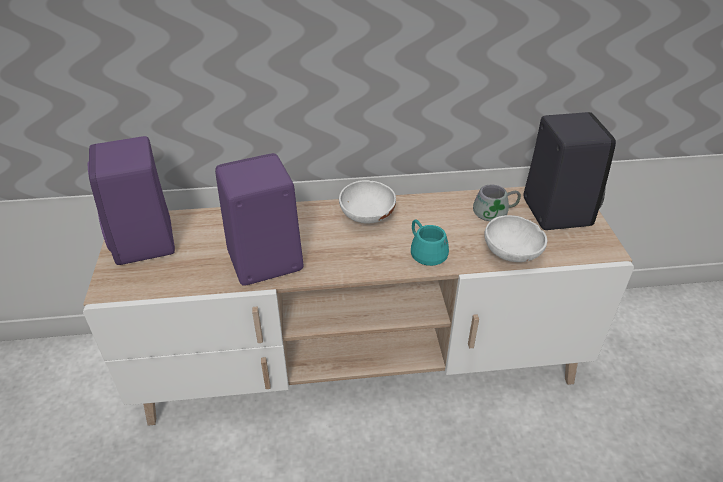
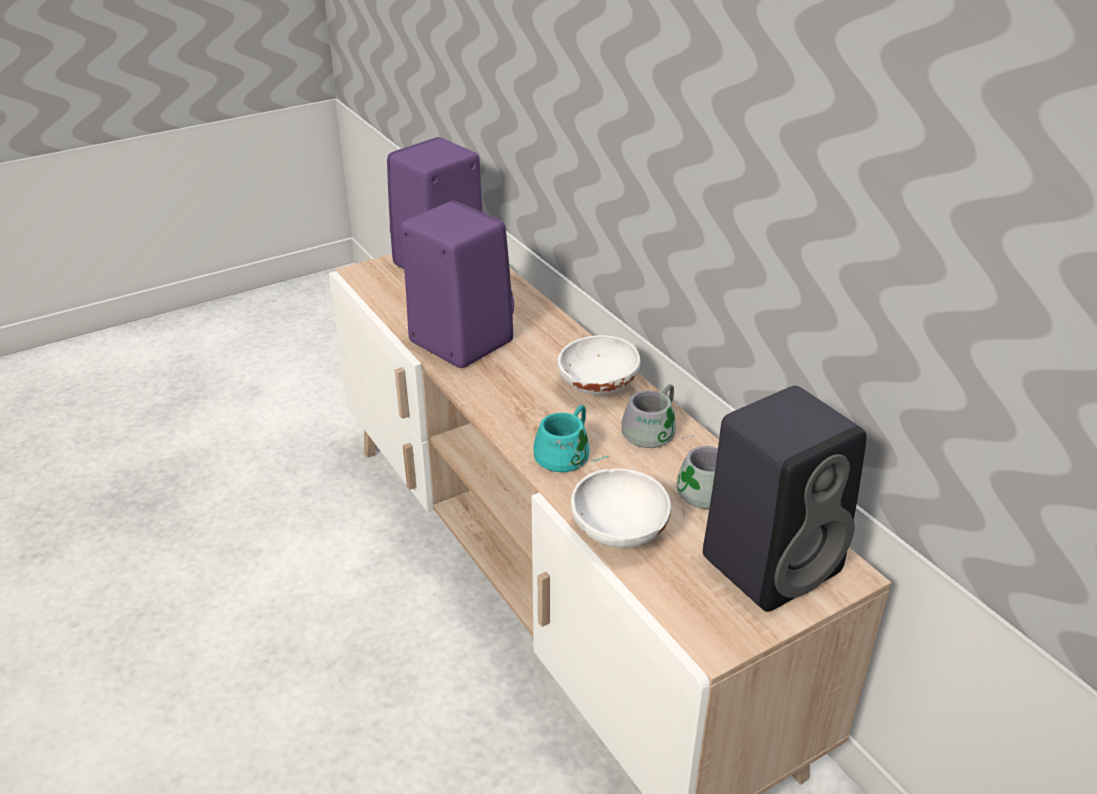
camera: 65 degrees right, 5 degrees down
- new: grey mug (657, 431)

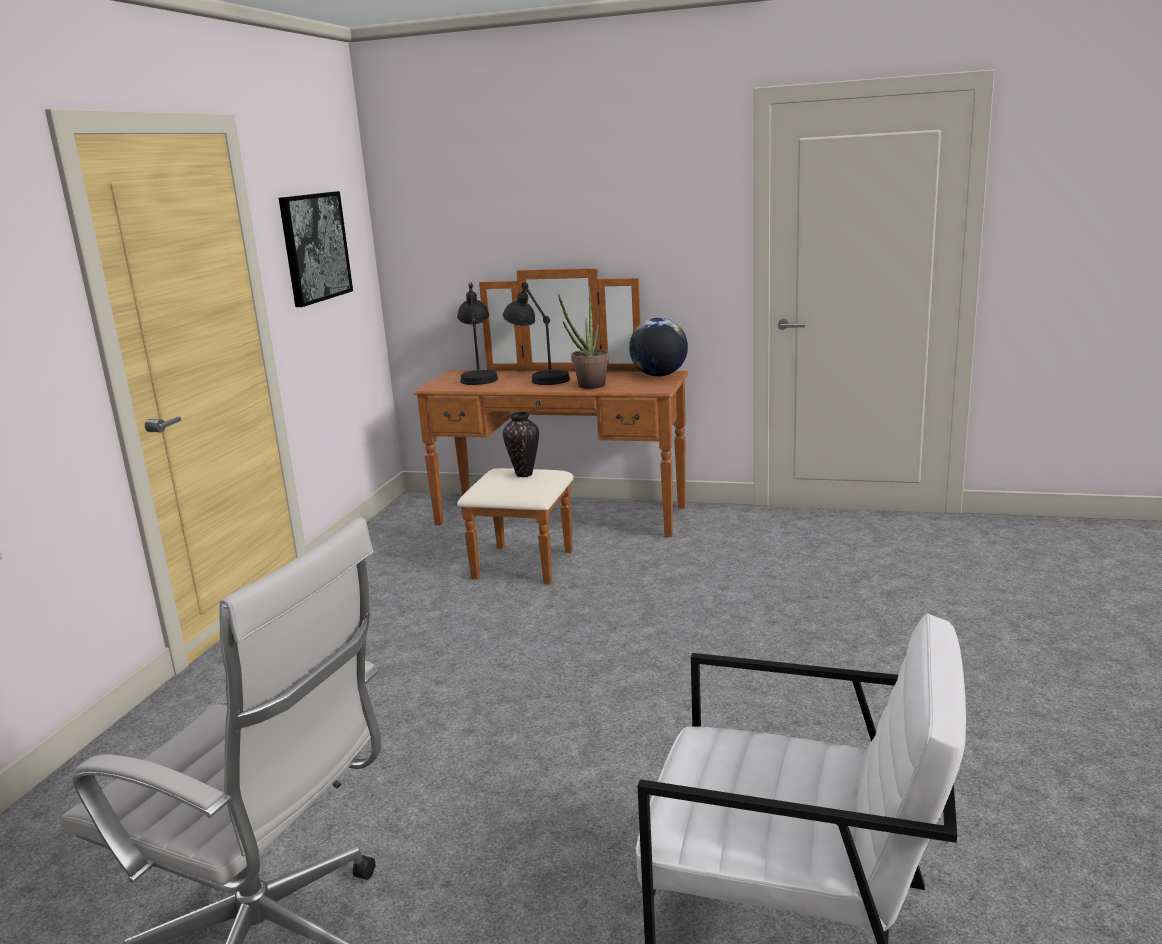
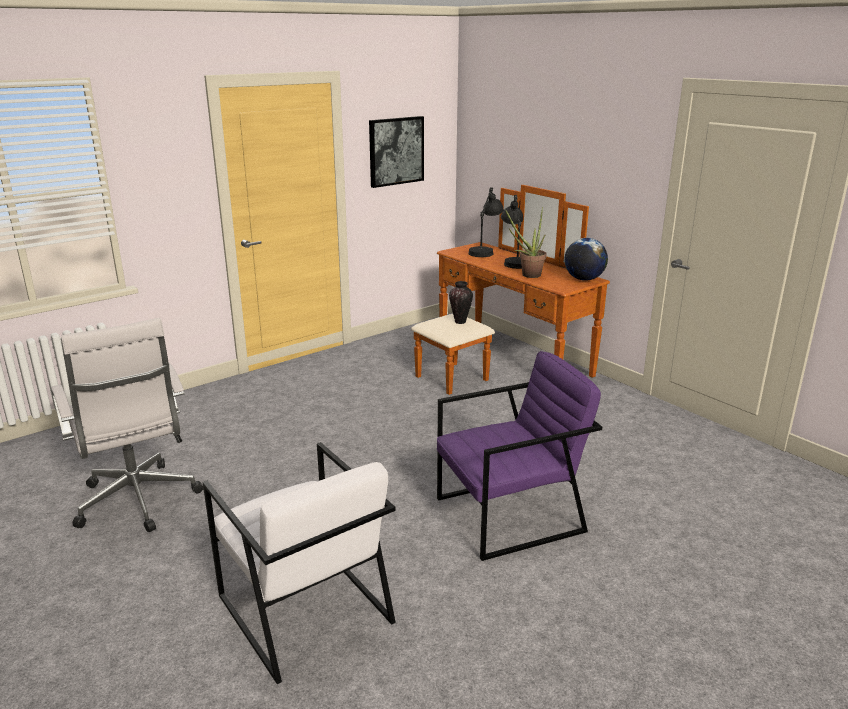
camera: 35 degrees right, 5 degrees up
- new: purple armchair (510, 515)

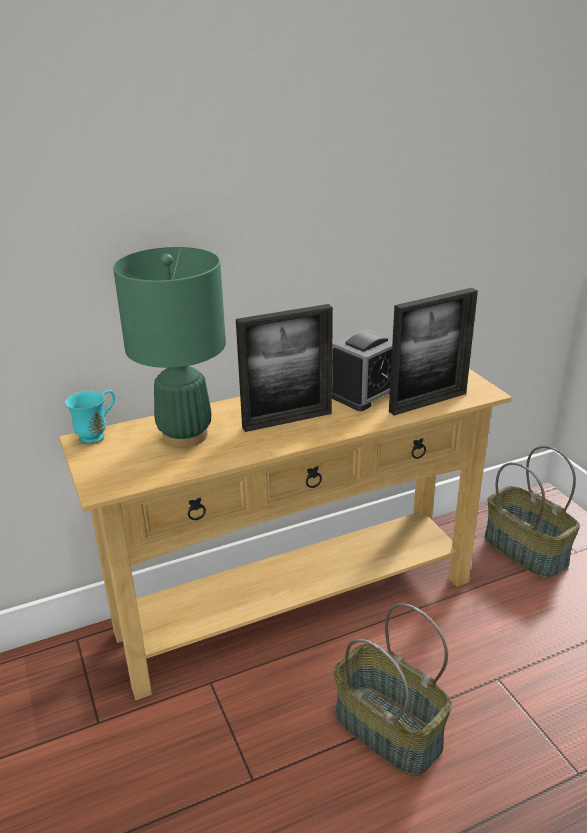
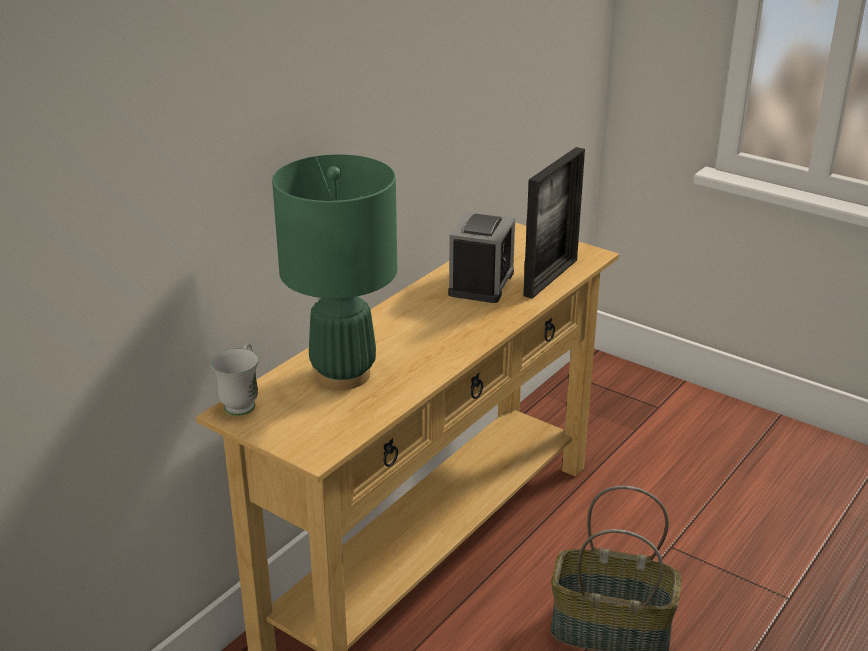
camera: 30 degrees left, 0 degrees up
- gone: picture frame (287, 420)
- repainted: turquoise mug (97, 435) to white mug (242, 402)
- gone: basket (527, 550)

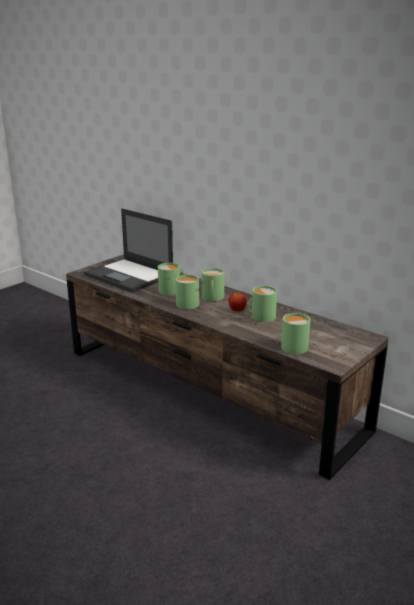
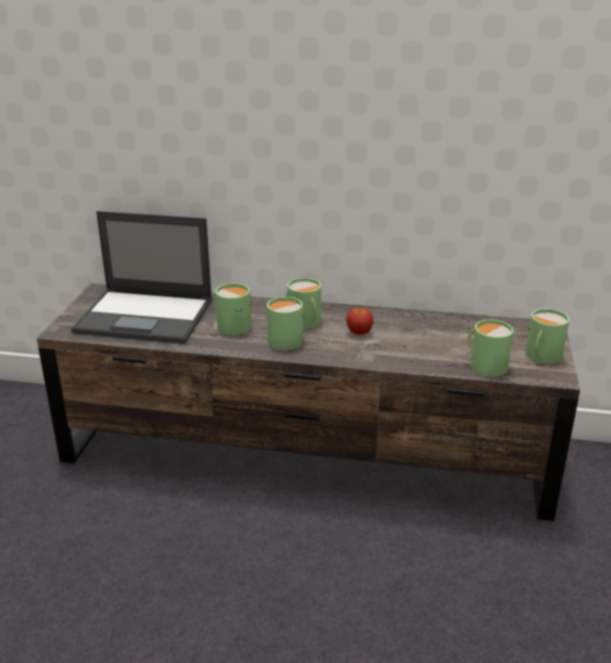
camera: 30 degrees left, 5 degrees up
- shifted: green mug (260, 317) to (541, 356)

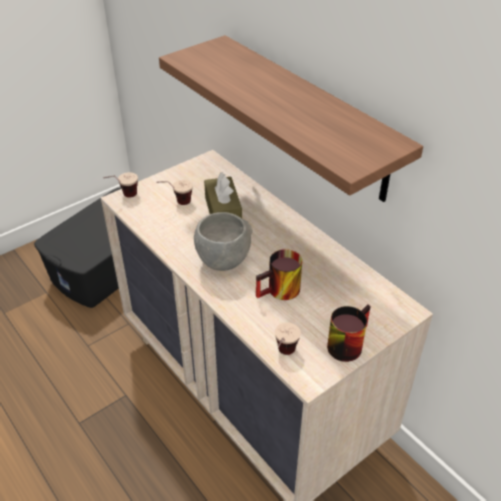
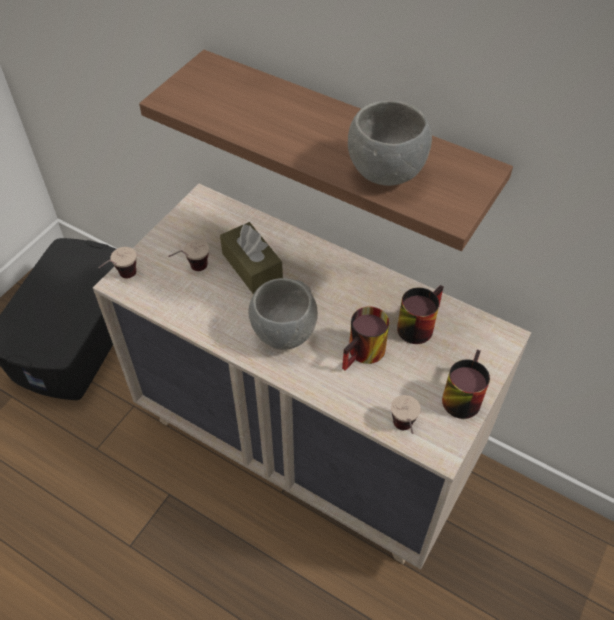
camera: 20 degrees left, 10 degrees up
- new: grey bowl (385, 173)
- new: mug (416, 323)

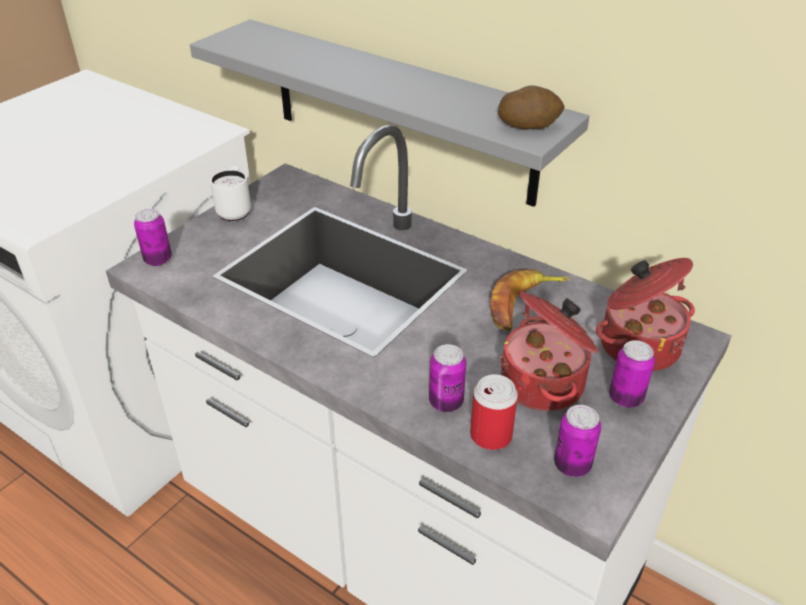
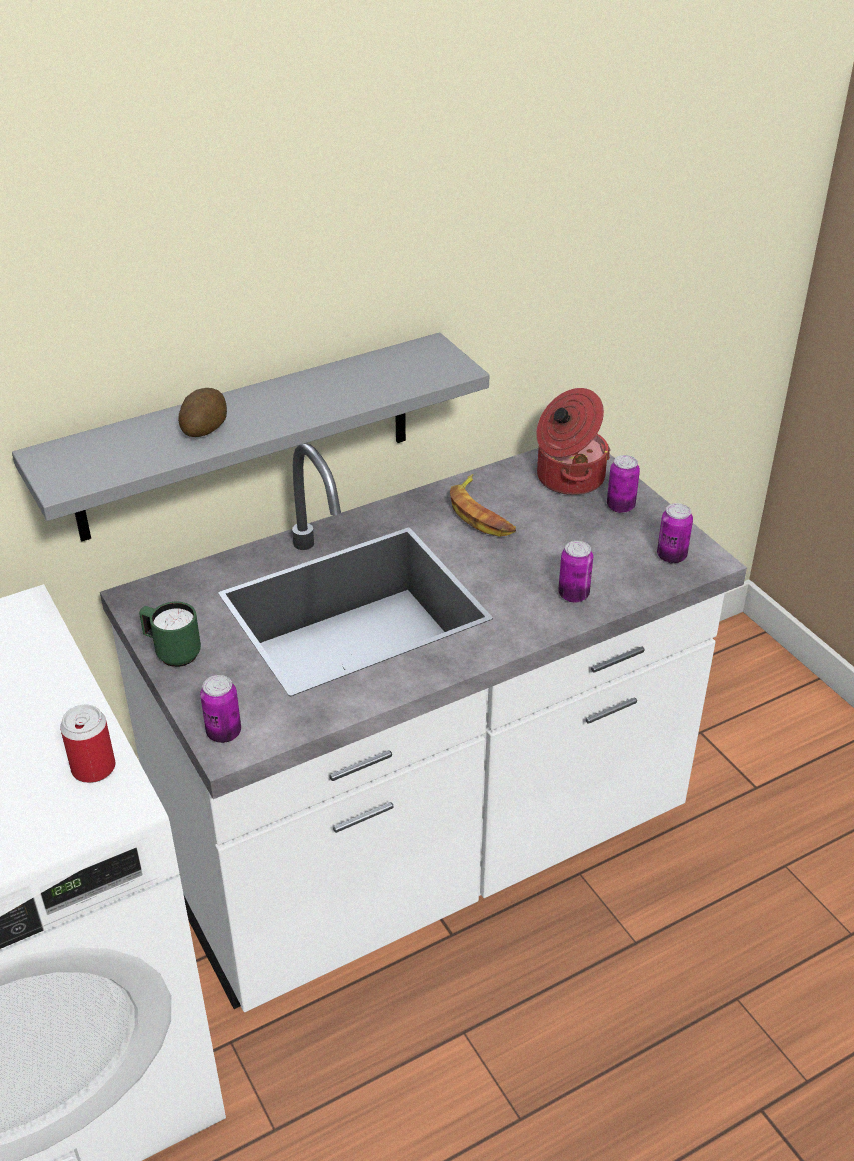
camera: 65 degrees left, 0 degrees up
- shifted: potato (528, 125) to (204, 427)
- repainted: white mug (235, 210) to green mug (172, 653)
- gone: cooking pot (544, 384)
- shifted: can (491, 435) to (93, 768)

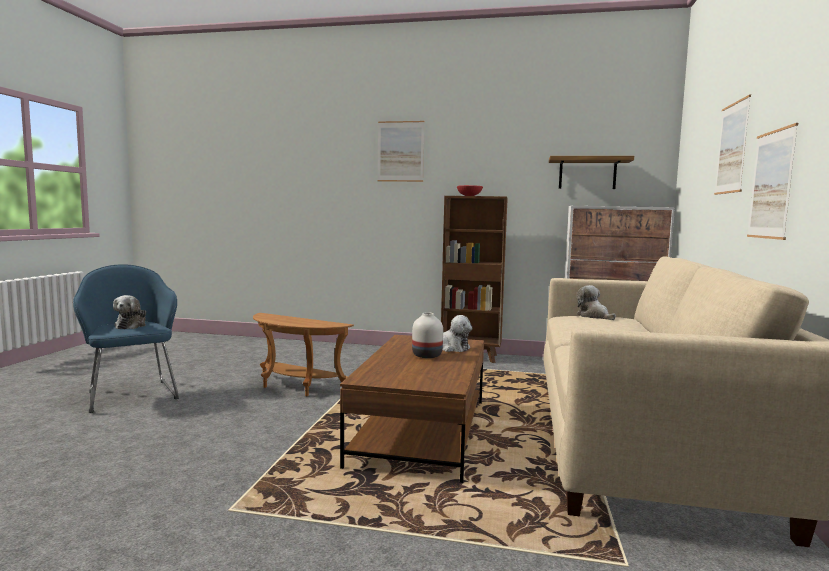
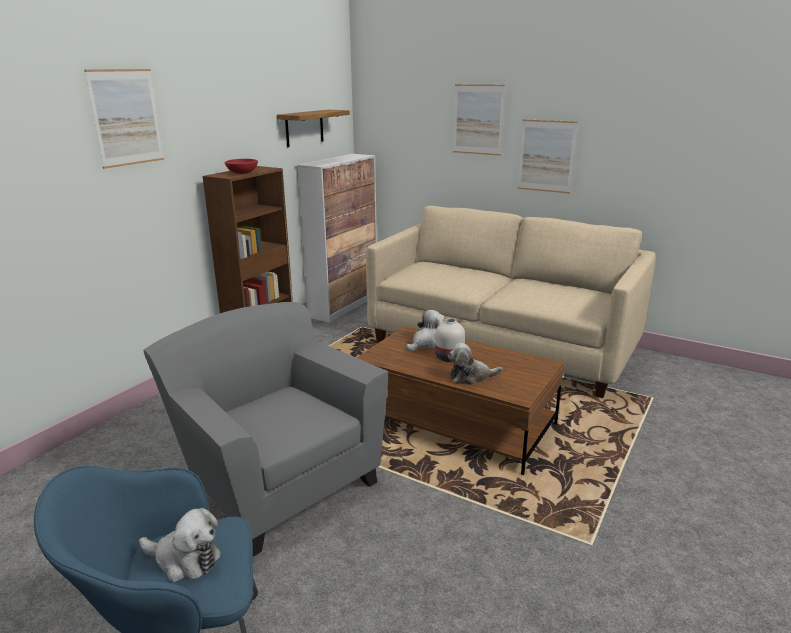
camera: 70 degrees left, 15 degrees up
- shifted: plush toy (594, 316) to (471, 377)
- swapped: brown side table (295, 387) to grey armchair (278, 483)

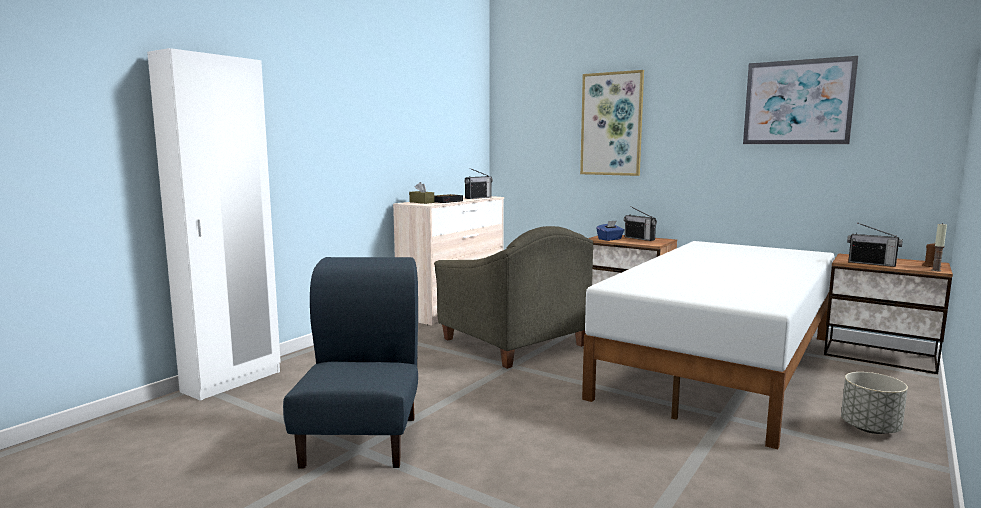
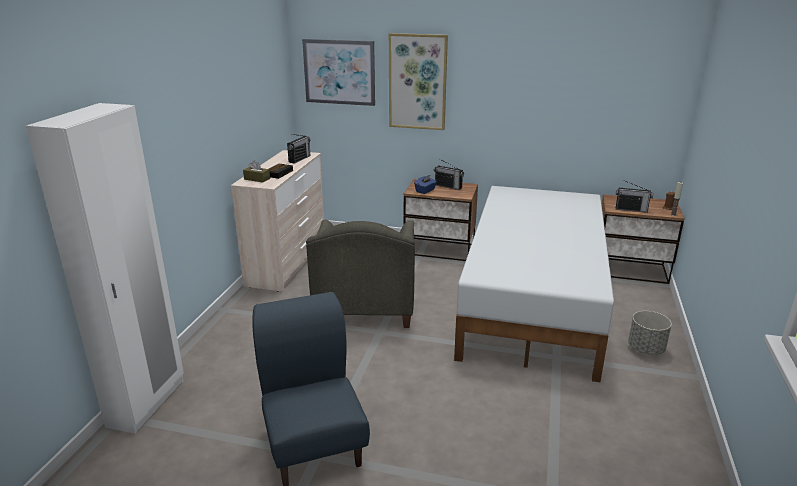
camera: 20 degrees left, 15 degrees up
- shifted: picture (797, 102) to (339, 72)
- rotated: grey armchair (511, 343) = (365, 303) 60 degrees clockwise

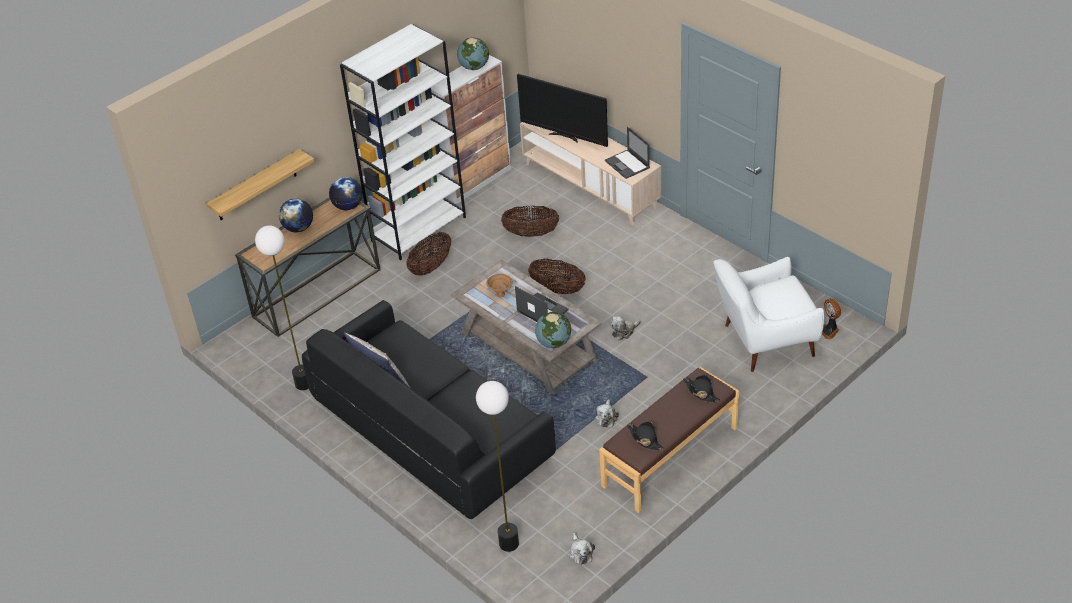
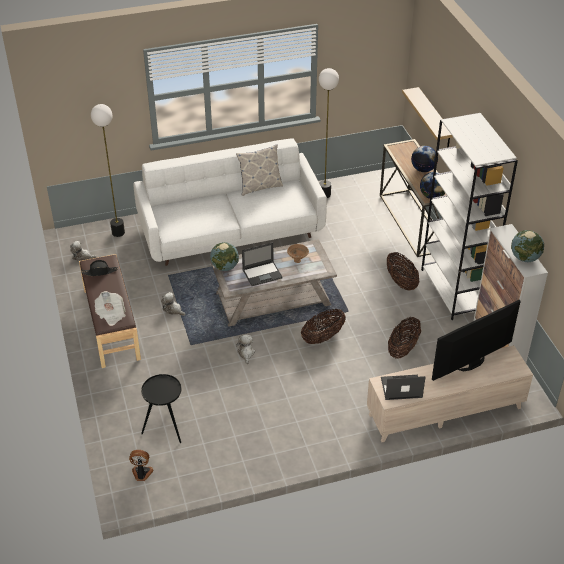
camera: 115 degrees right, 0 degrees up
- swapped: white armchair (764, 342) to black side table (166, 426)
- repainted: black sofa (433, 434) to white sofa (231, 231)
- swapped: black hat (701, 392) to newspaper (111, 314)

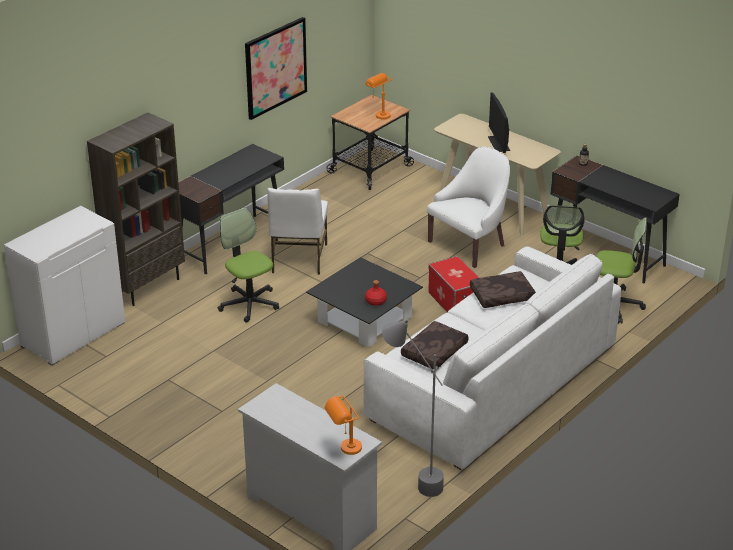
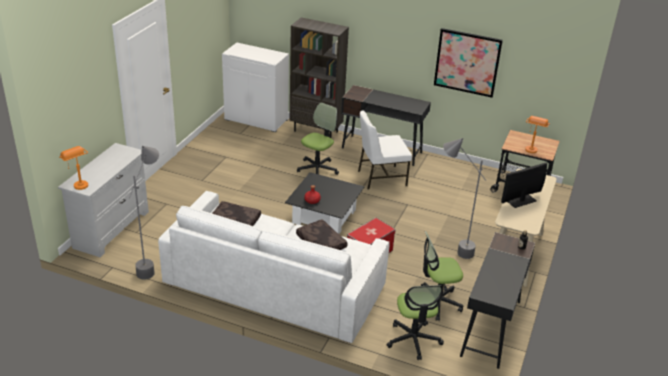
camera: 70 degrees right, 0 degrees up
- swapped: white armchair (470, 244) to grey floor lamp (452, 249)

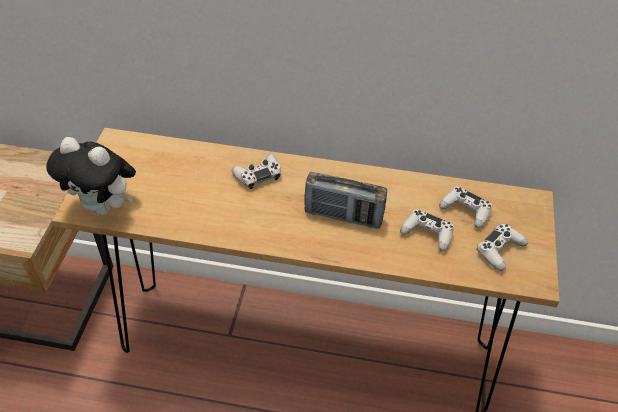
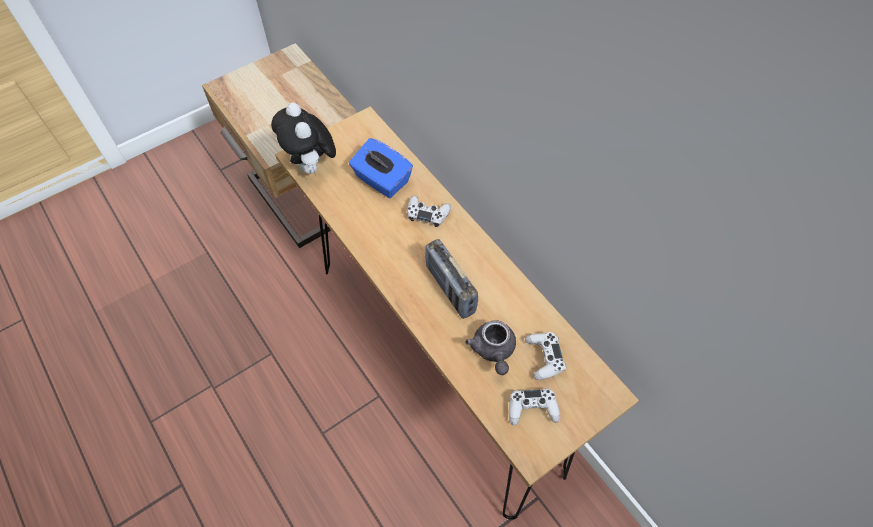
camera: 45 degrees right, 10 degrees up
- swapped: white game controller (427, 234) to grey teapot (493, 351)
- new: blue tissue box (381, 180)

